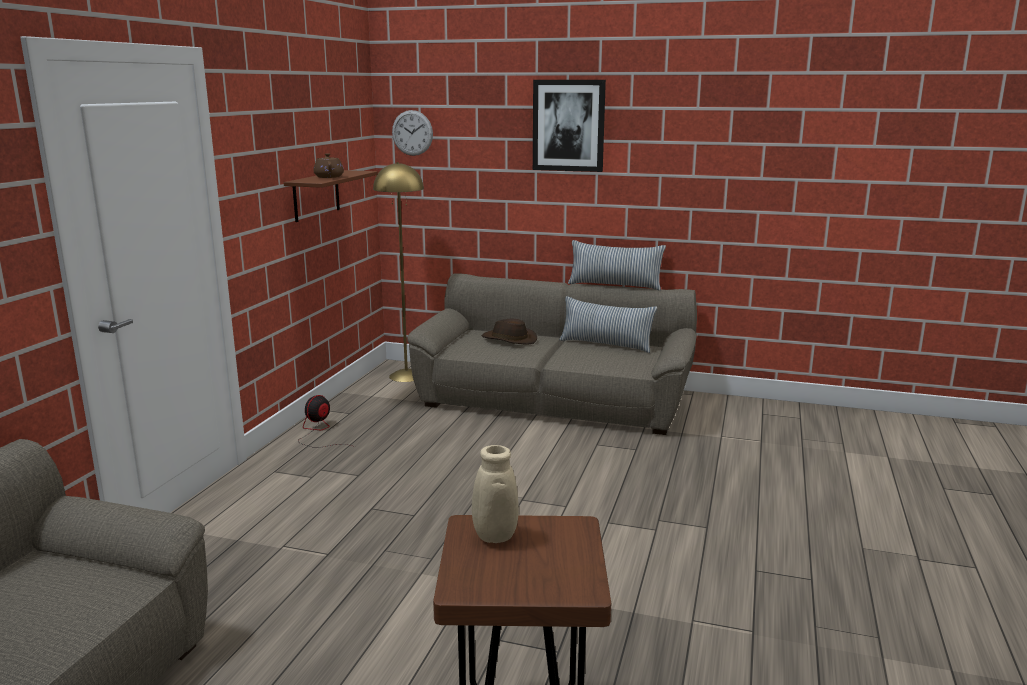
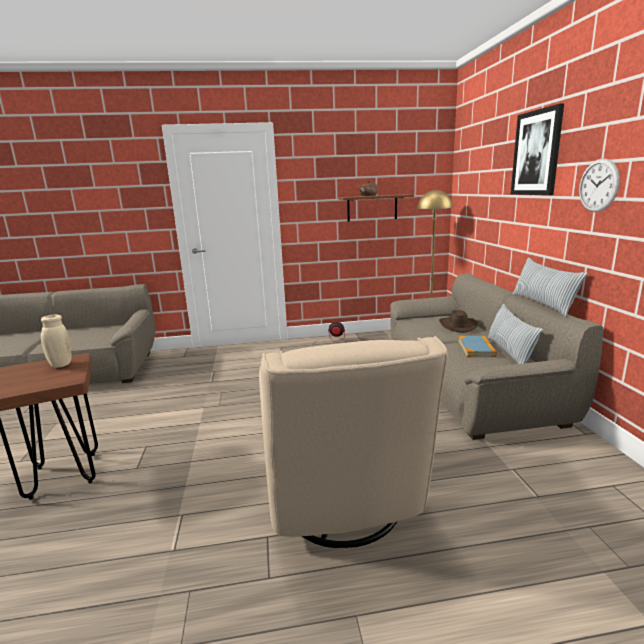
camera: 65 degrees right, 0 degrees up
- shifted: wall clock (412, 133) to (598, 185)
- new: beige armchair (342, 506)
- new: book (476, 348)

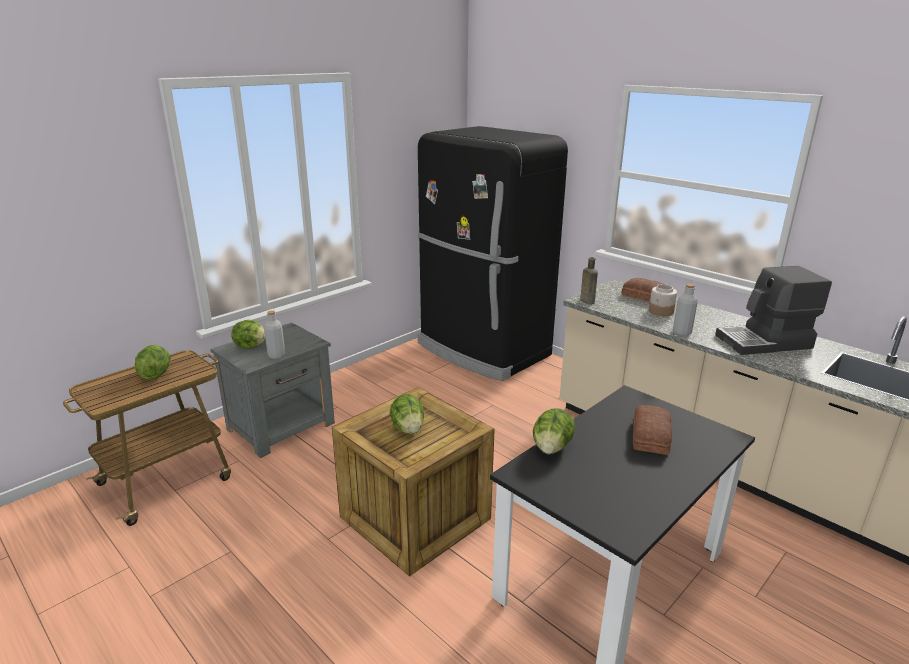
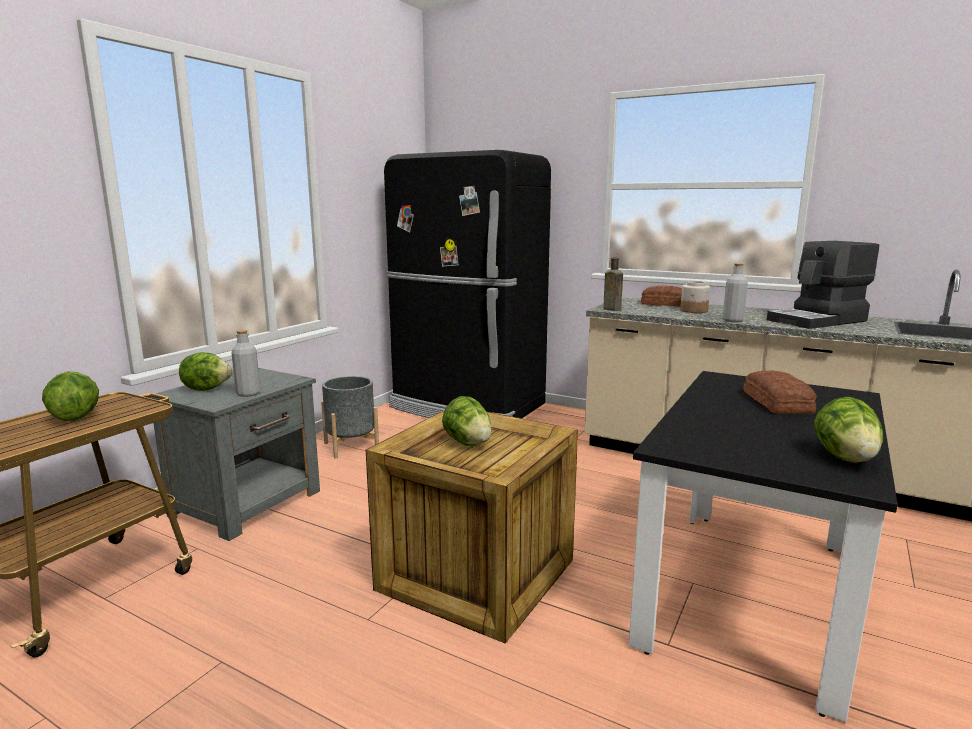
camera: 15 degrees left, 10 degrees down
- shifted: lettuce (552, 448) to (845, 458)
- new: grey planter (351, 446)

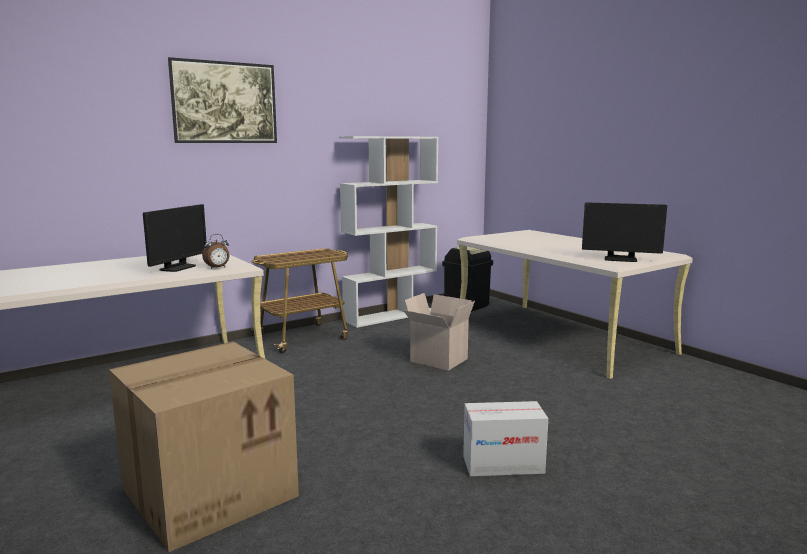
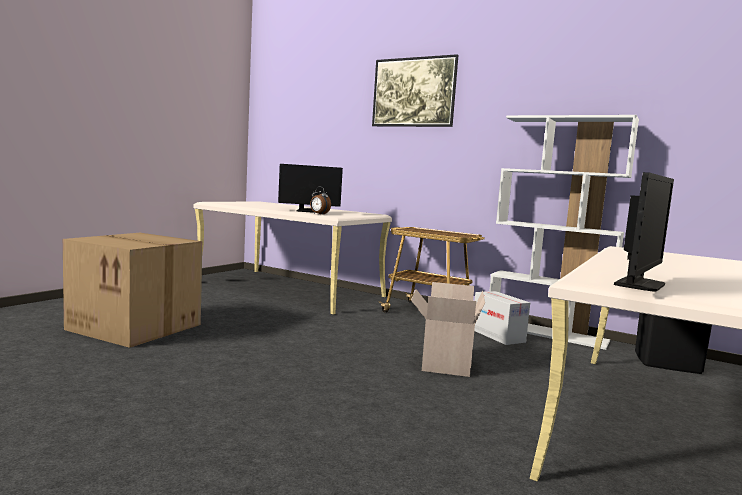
camera: 65 degrees right, 5 degrees down
- rotated: monitor (620, 259) = (639, 284) 135 degrees counterclockwise
- shifted: cardboard box (503, 465) to (497, 336)

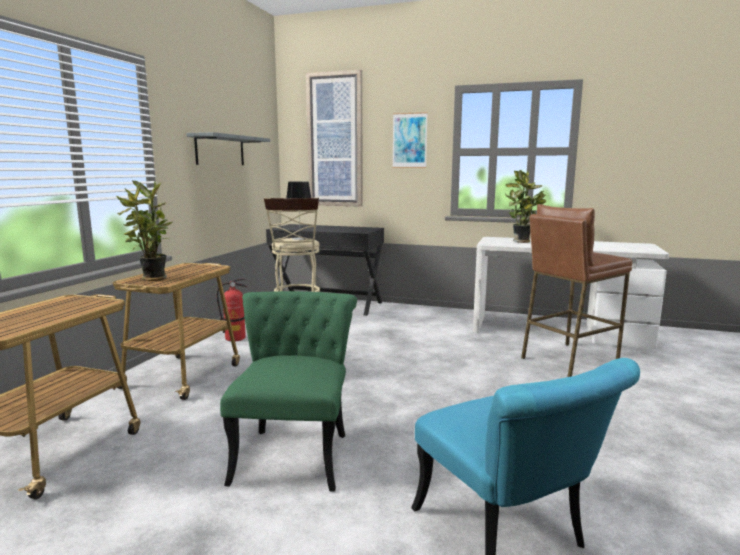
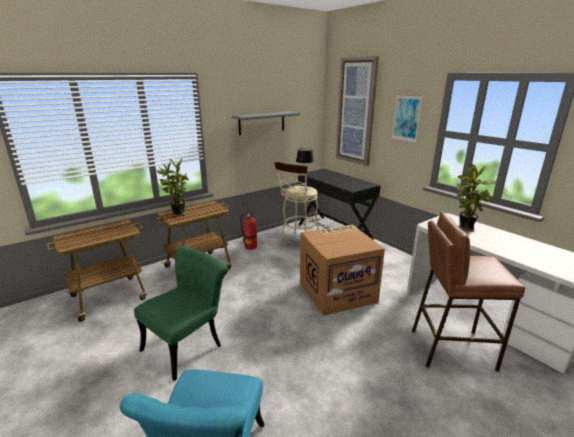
camera: 35 degrees right, 10 degrees up
- new: cardboard box (337, 291)

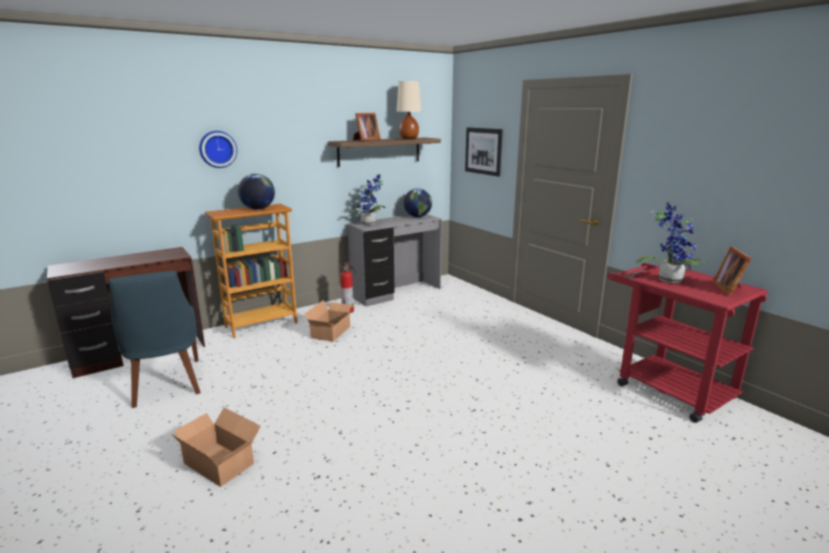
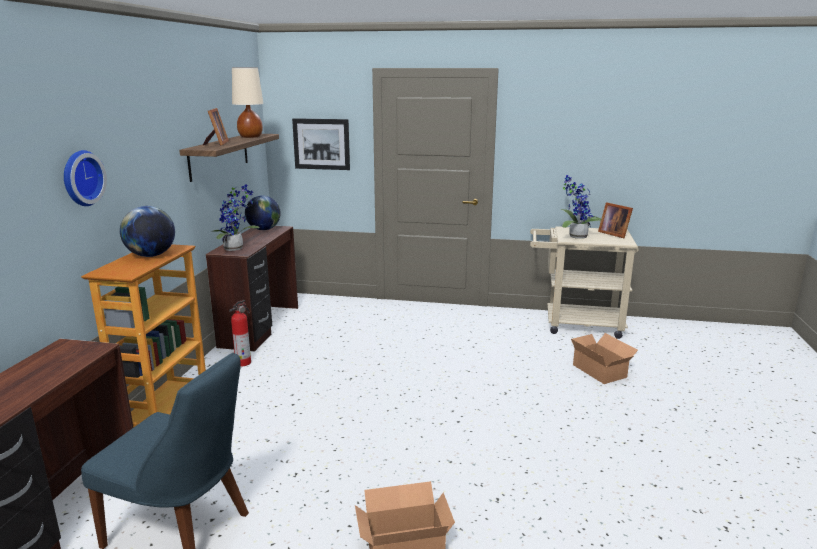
camera: 45 degrees left, 0 degrees up
- repainted: grey desk (397, 293) to brown desk (261, 326)
- repainted: red cart (665, 387) to beige cart (575, 324)
- shifted: cardboard box (333, 332) to (600, 370)

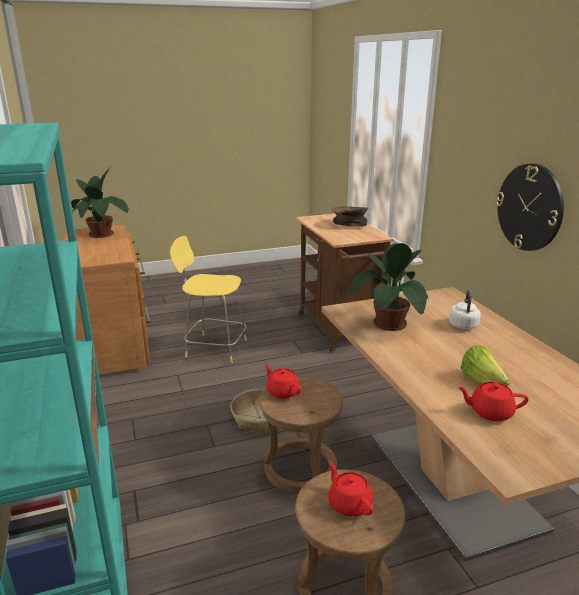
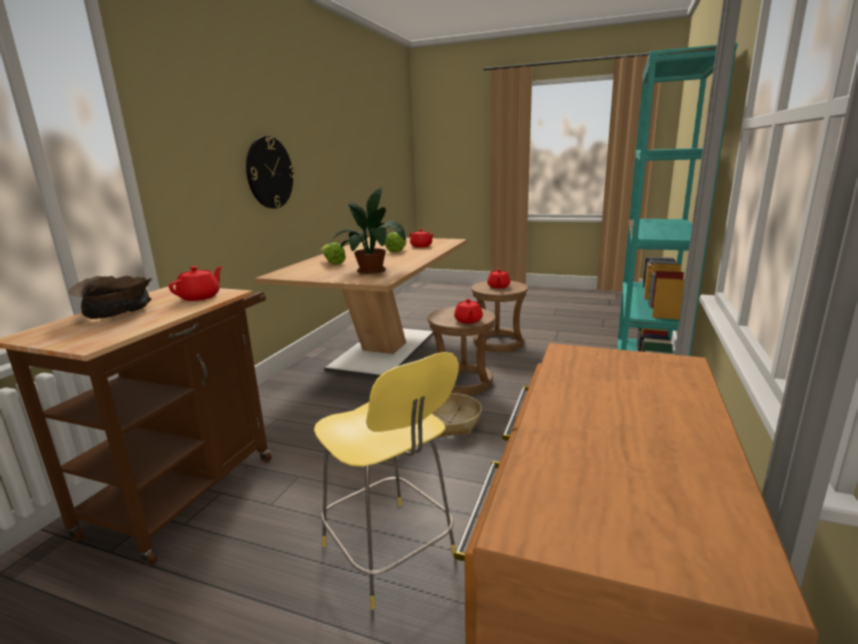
camera: 140 degrees left, 5 degrees down
- gone: potted plant (103, 234)
- swapped: white kettle (463, 324) to lettuce (332, 263)
- new: red teapot (200, 297)

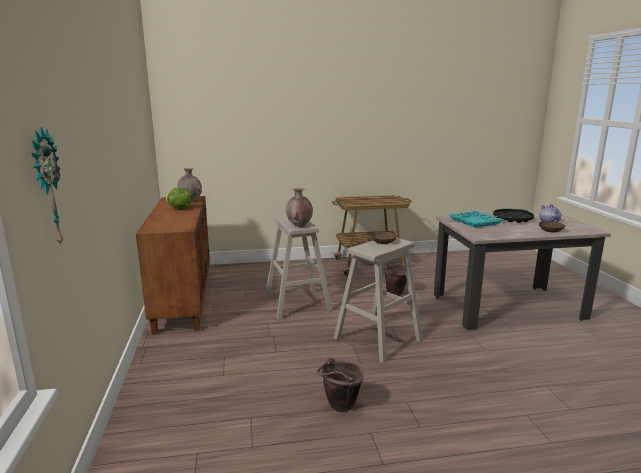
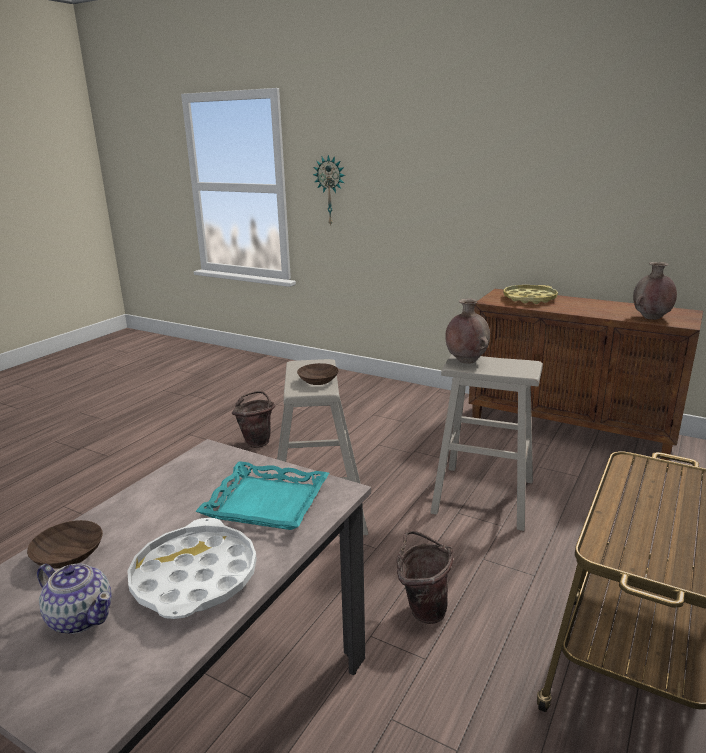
camera: 130 degrees right, 5 degrees up
- gone: lettuce (179, 208)
- repainted: black tray (512, 219) to white tray (194, 577)
- new: yellow tray (529, 298)

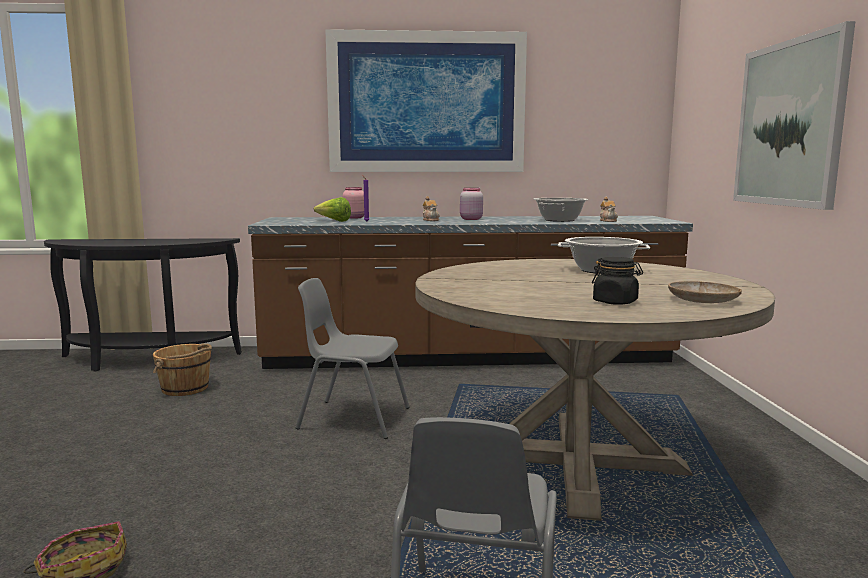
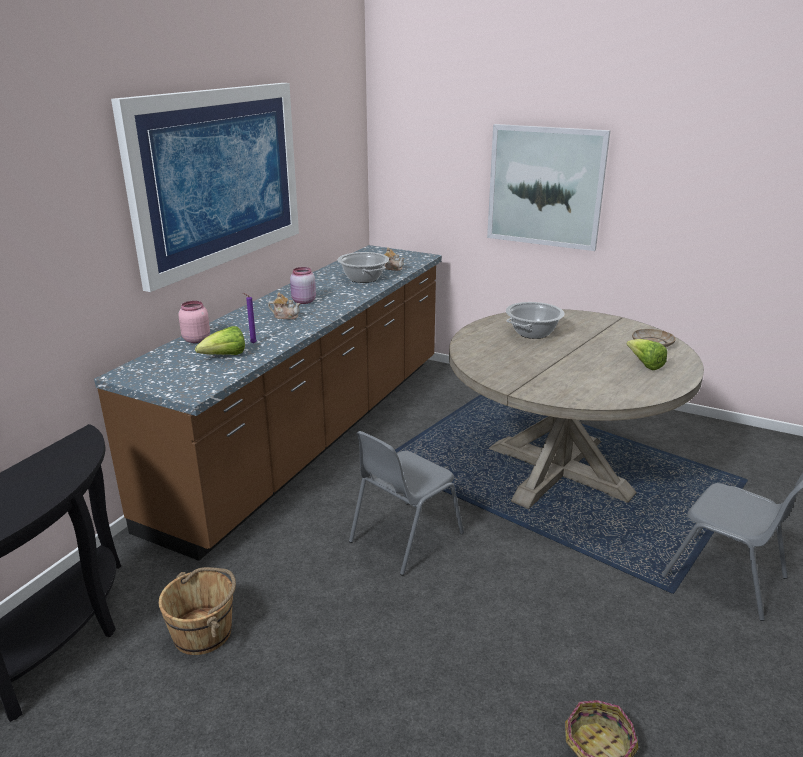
camera: 60 degrees left, 15 degrees up
- swapped: black jar (615, 302) to lettuce (645, 365)

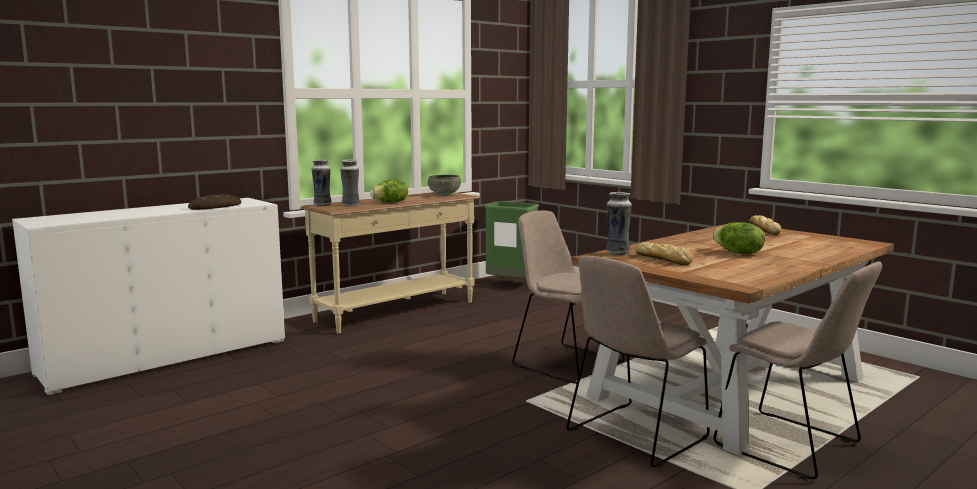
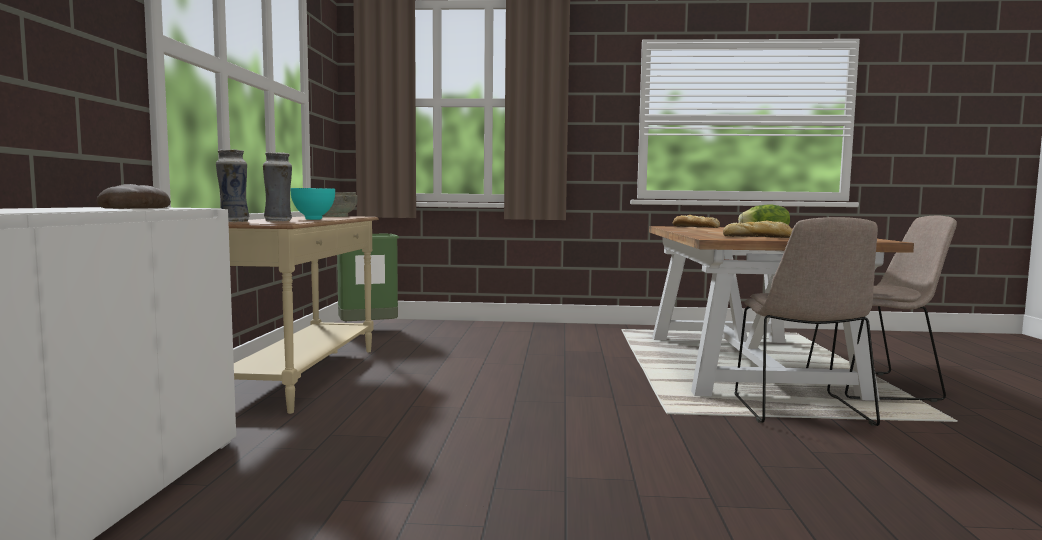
camera: 45 degrees left, 5 degrees down
- swapped: lettuce (390, 202) to turquoise bowl (314, 219)
- gone: vase (617, 253)
- gone: beige chair (565, 363)

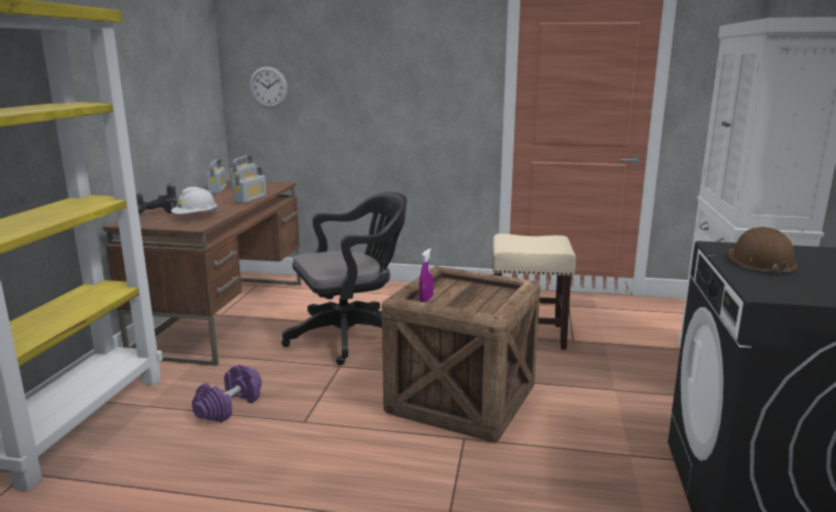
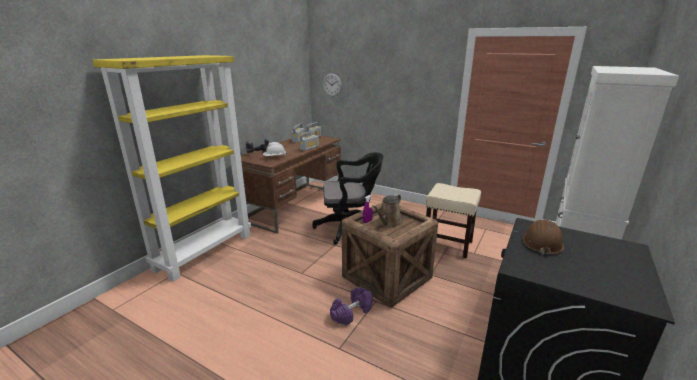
camera: 20 degrees right, 5 degrees up
- shifted: purple dumbbell (229, 406) to (351, 312)
- new: brown watering can (388, 223)

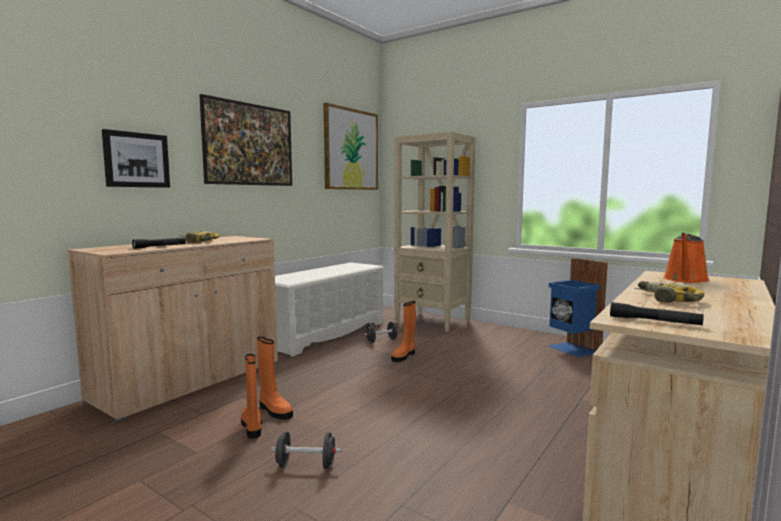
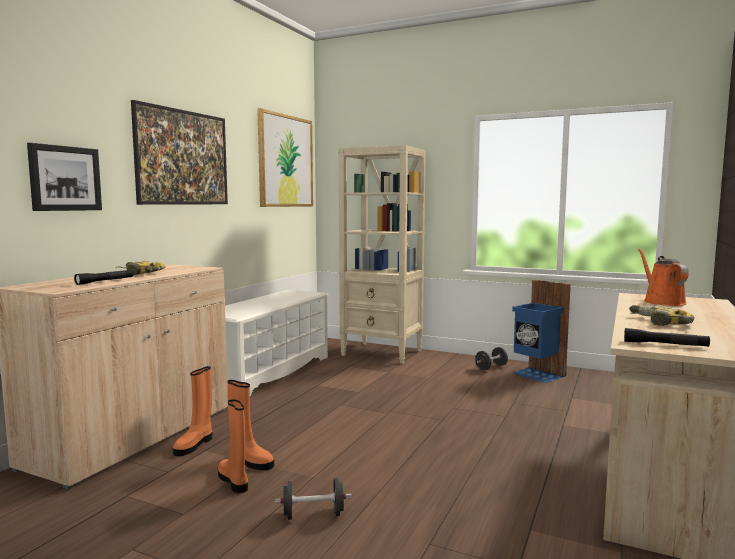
camera: 10 degrees left, 0 degrees up
- rotated: orange watering can (685, 280) = (662, 302) 150 degrees clockwise
- shifted: orange boot (404, 356) to (194, 445)
- shifted: black dumbbell (381, 340) to (491, 367)

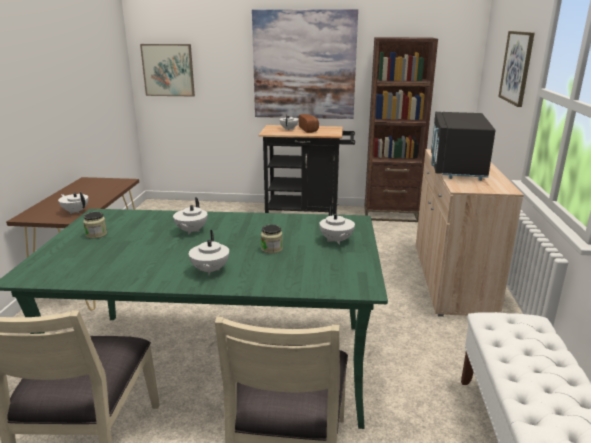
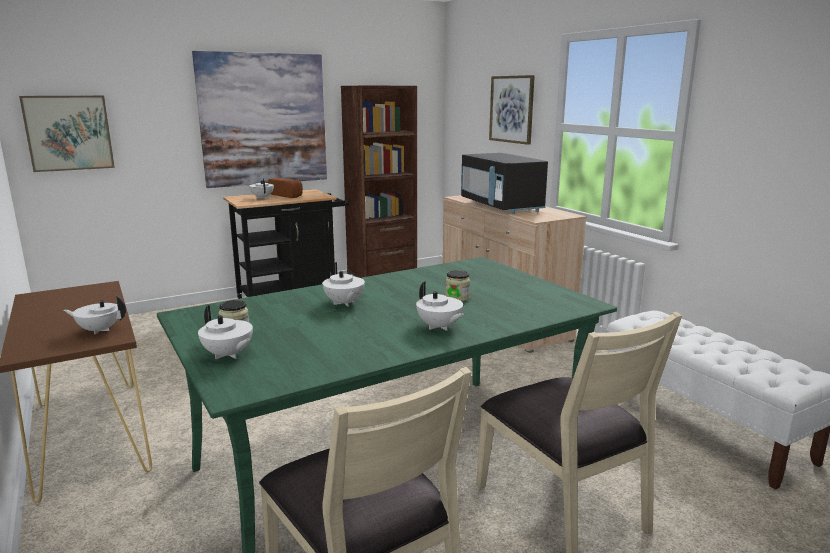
camera: 35 degrees left, 5 degrees down
- shifted: white teapot (336, 241) to (228, 355)

